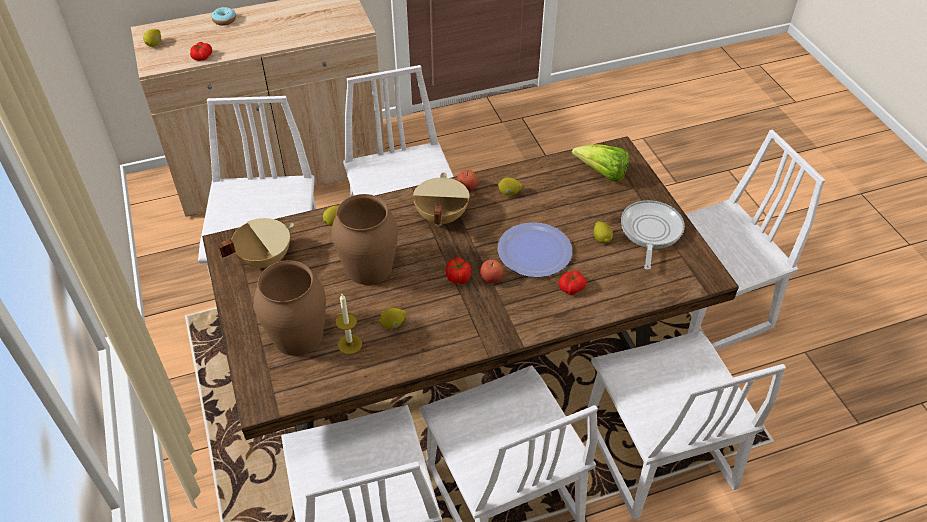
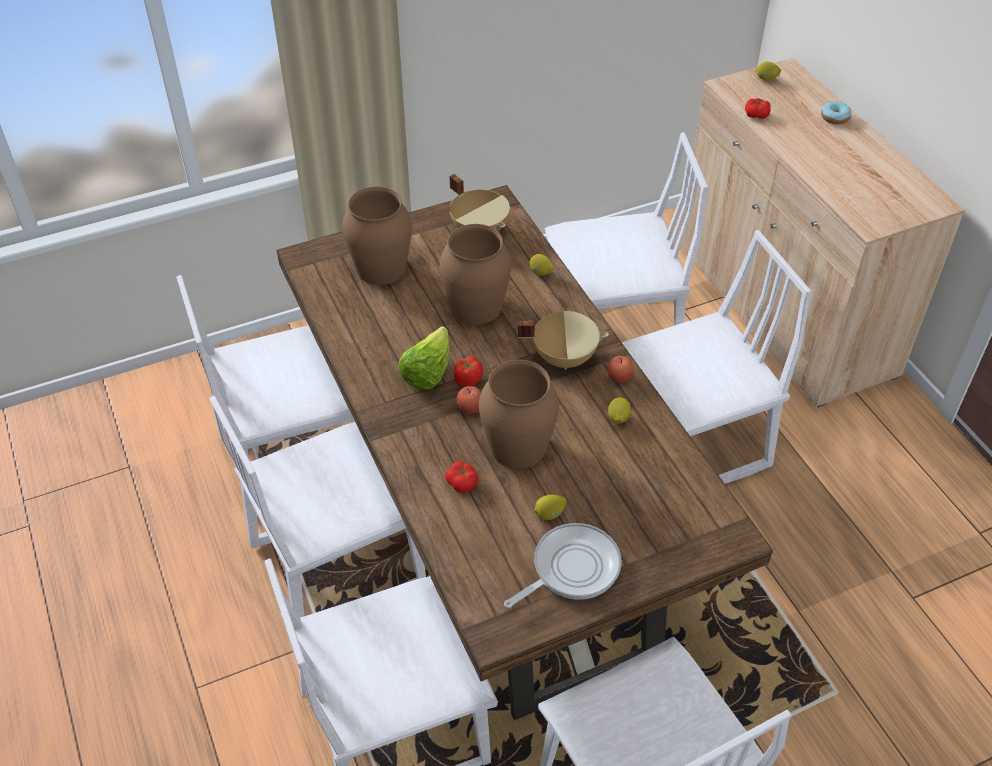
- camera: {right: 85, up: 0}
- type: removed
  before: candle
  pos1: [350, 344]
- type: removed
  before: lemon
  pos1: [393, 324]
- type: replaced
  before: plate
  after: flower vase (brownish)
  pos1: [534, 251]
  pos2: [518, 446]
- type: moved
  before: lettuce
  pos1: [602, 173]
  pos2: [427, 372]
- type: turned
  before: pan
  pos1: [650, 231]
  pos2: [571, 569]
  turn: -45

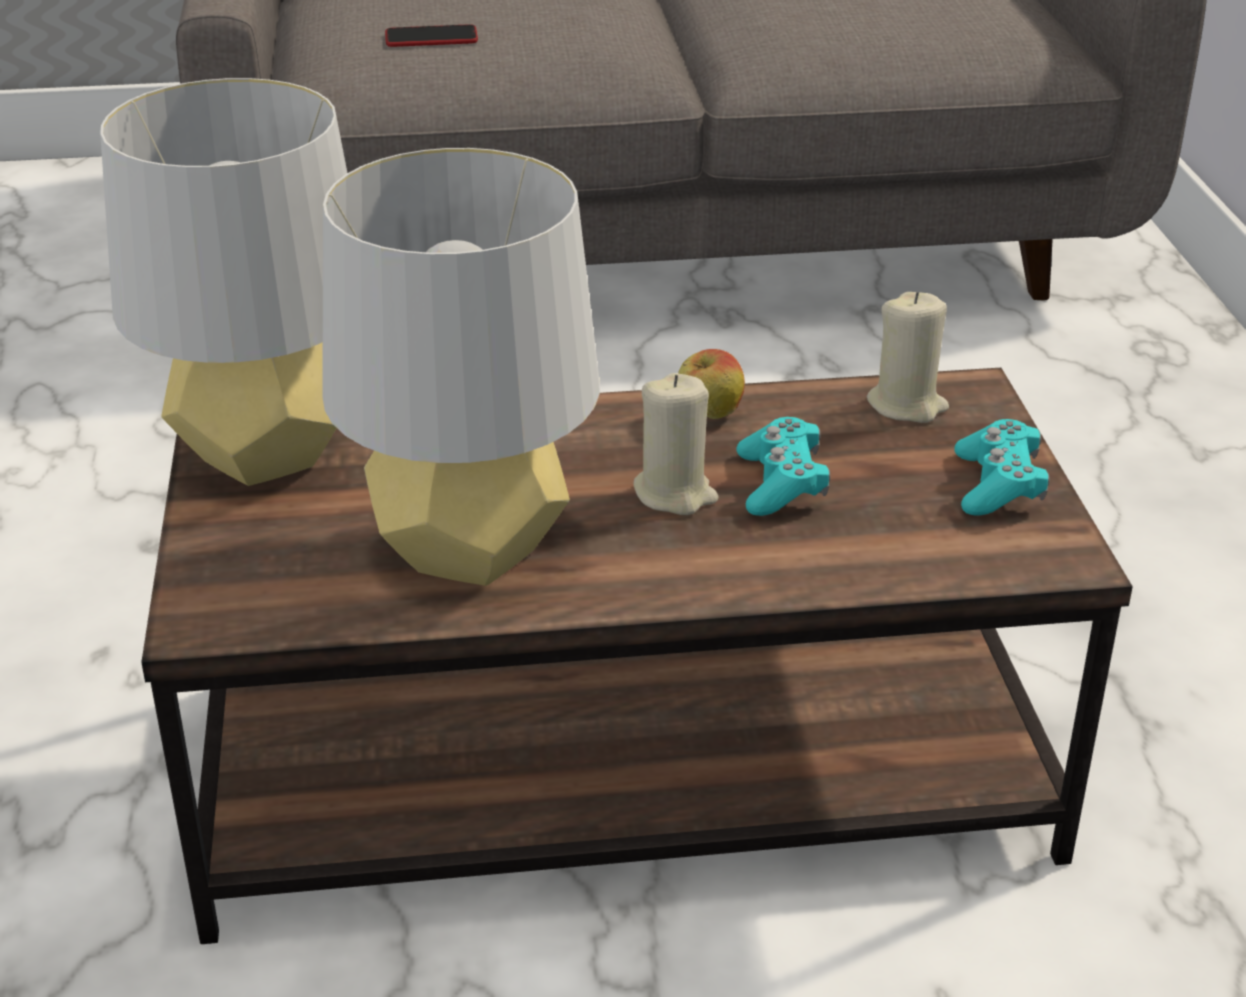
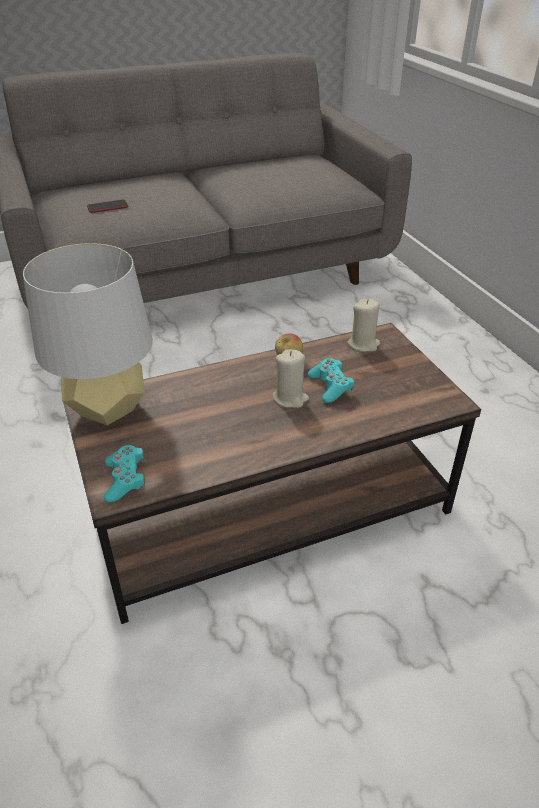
- camera: {right: -15, up: 5}
- type: removed
  before: tabletop lamp (greyish)
  pos1: [471, 551]
- type: moved
  before: gamepad (turquoise-coloured)
  pos1: [998, 486]
  pos2: [125, 480]

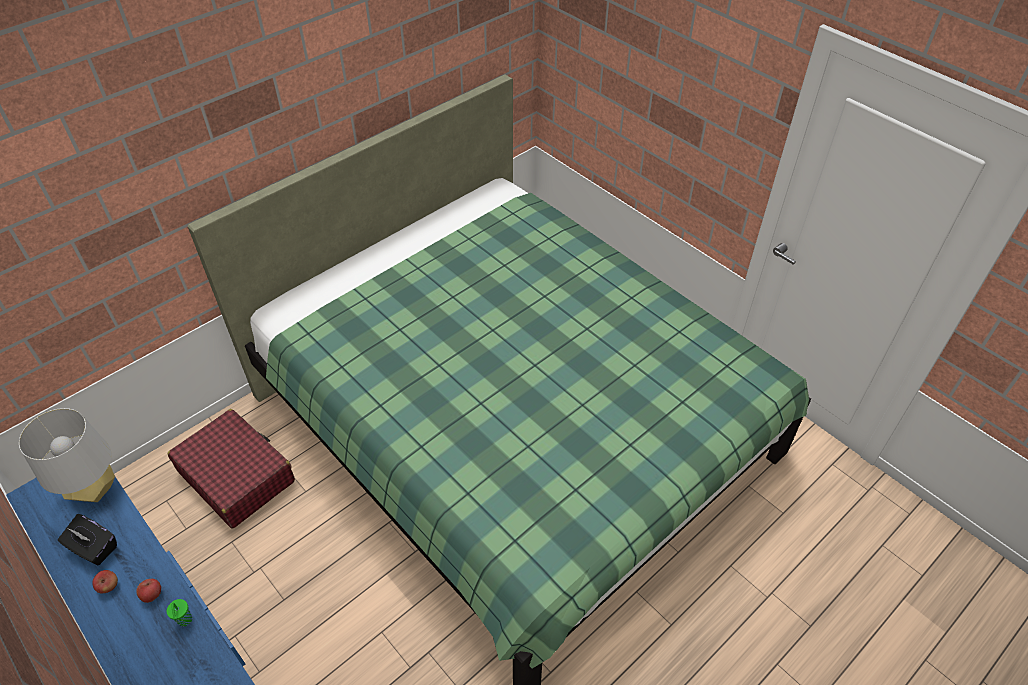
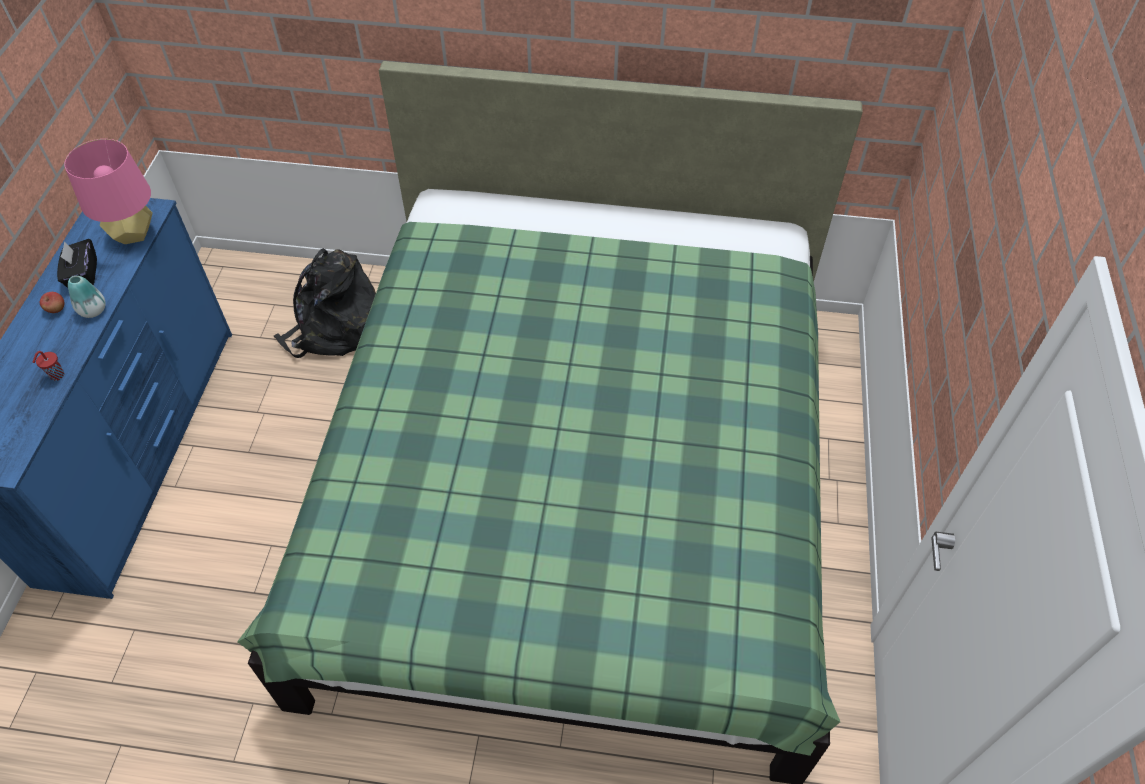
- camera: {right: 50, up: 5}
- type: recoloured
  before: tabletop lamp (greyish)
  after: tabletop lamp (pinkish)
  pos1: [94, 490]
  pos2: [133, 233]
- type: removed
  before: whole apple
  pos1: [152, 595]
- type: recoloured
  before: drinking cup (greenish)
  after: drinking cup (red-coloured)
  pos1: [185, 620]
  pos2: [56, 376]
- type: replaced
  before: travel case (red-coloured)
  after: knapsack (black-coloured)
  pos1: [236, 476]
  pos2: [334, 328]
- type: added
  after: flower vase
  pos2: [93, 310]

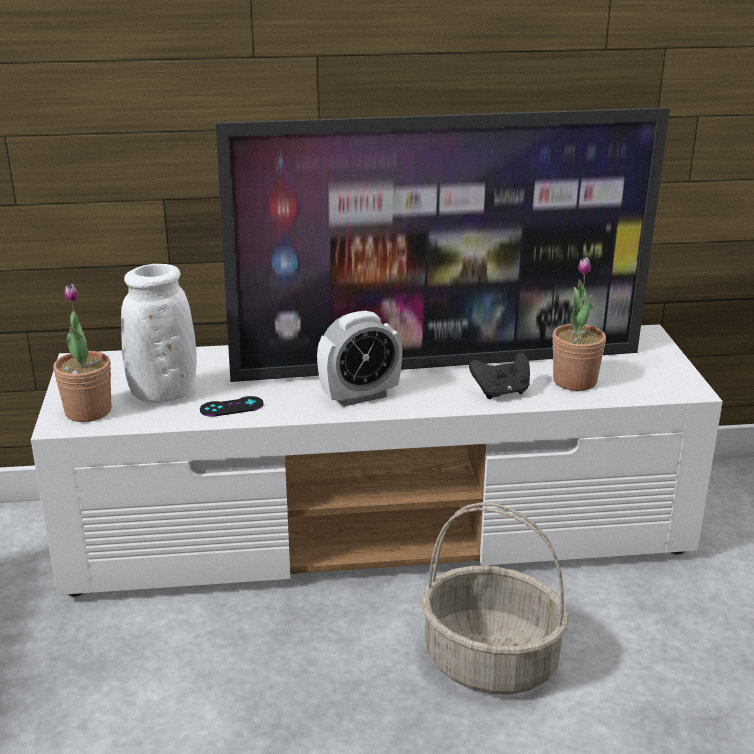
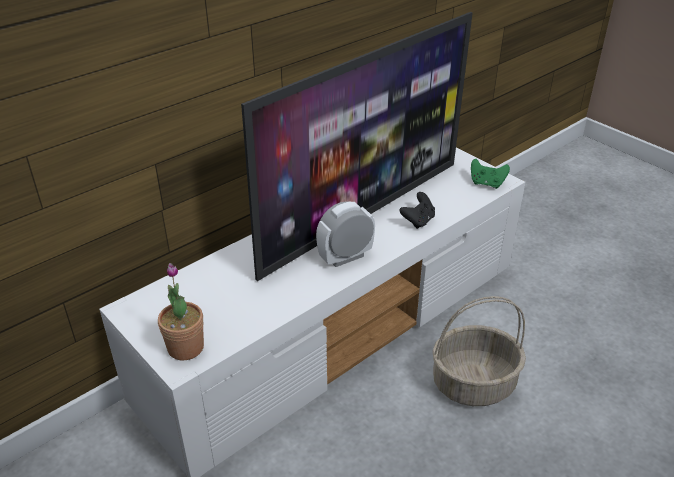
- camera: {right: -35, up: 10}
- type: removed
  before: flower vase (whitish)
  pos1: [163, 394]
- type: removed
  before: gamepad (black-coloured)
  pos1: [231, 407]
- type: turned
  before: table clock
  pos1: [360, 396]
  pos2: [345, 257]
  turn: -150
- type: removed
  before: houseplant
  pos1: [575, 381]
- type: added
  after: gamepad (greenish)
  pos2: [487, 183]

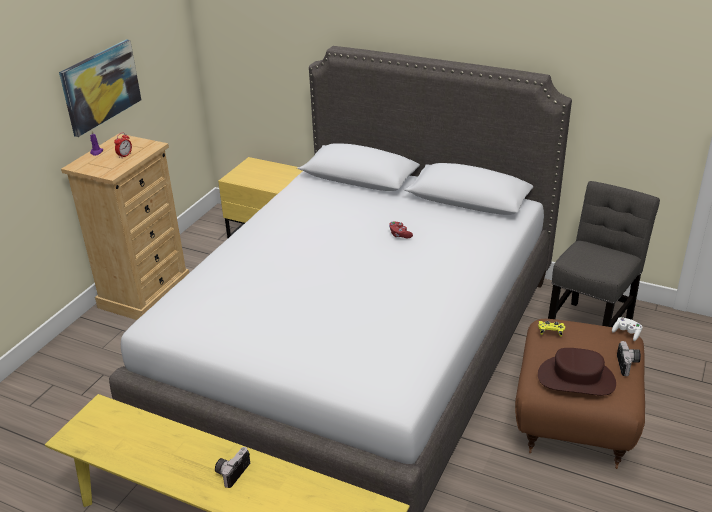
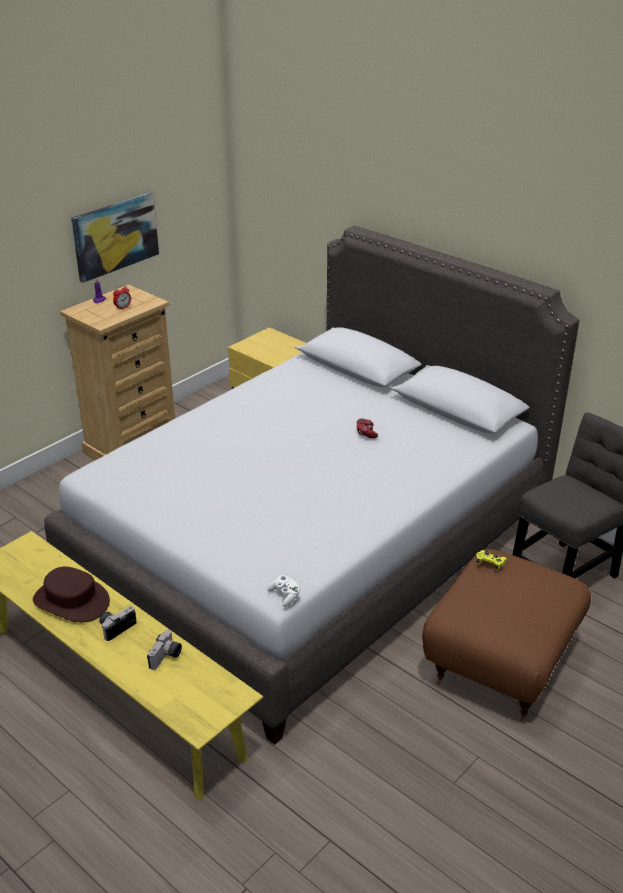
- camera: {right: 15, up: 0}
- type: moved
  before: wearable hat (brownish)
  pos1: [576, 379]
  pos2: [72, 600]
- type: moved
  before: gamepad (whitish)
  pos1: [626, 333]
  pos2: [285, 596]
- type: moved
  before: still camera
  pos1: [628, 365]
  pos2: [166, 657]

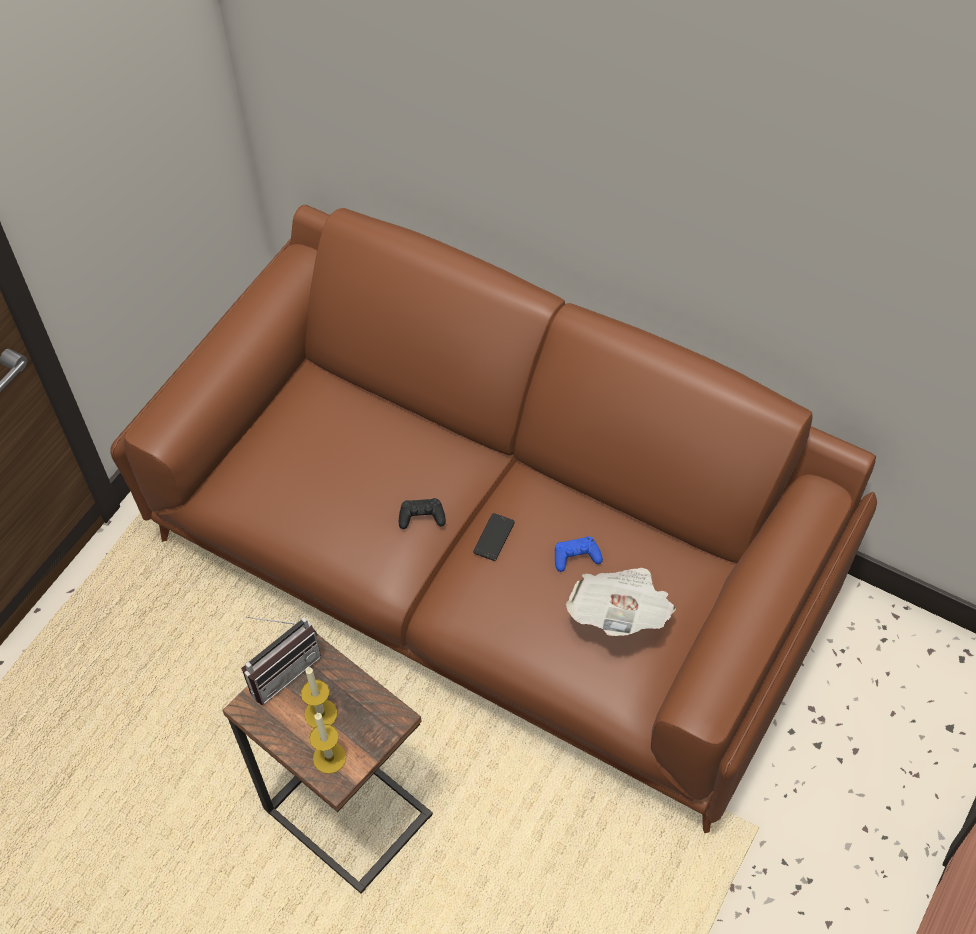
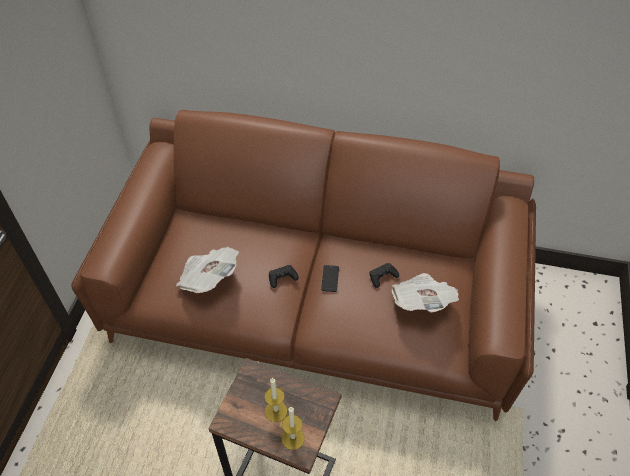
- camera: {right: -20, up: -5}
- type: removed
  before: radio set
  pos1: [281, 668]
- type: recoloured
  before: gamepad (bluish)
  after: gamepad (black-coloured)
  pos1: [576, 557]
  pos2: [382, 277]
- type: added
  after: printed paper
  pos2: [208, 278]

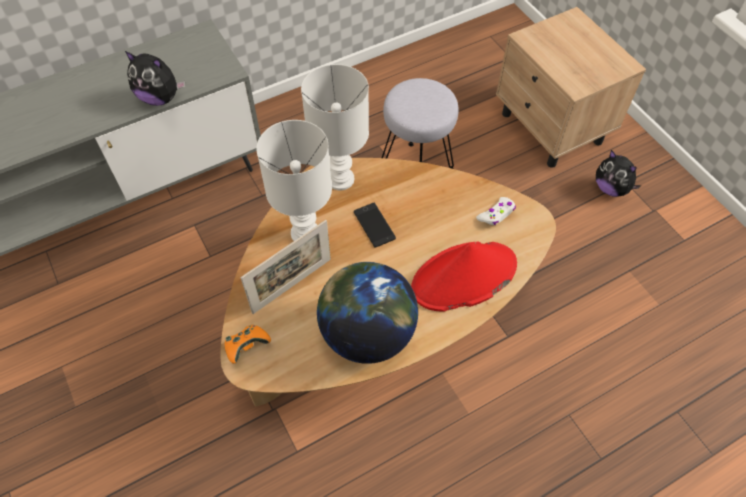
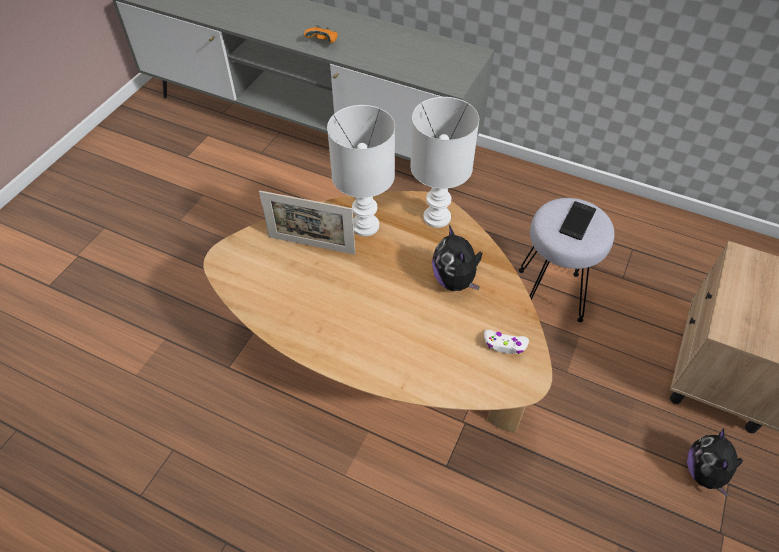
- camera: {right: 55, up: -5}
- type: moved
  before: plush toy
  pos1: [160, 98]
  pos2: [455, 280]
- type: moved
  before: gamepad (orange-coloured)
  pos1: [247, 347]
  pos2: [323, 42]
- type: removed
  before: desk globe
  pos1: [367, 333]
- type: moved
  before: phone
  pos1: [374, 225]
  pos2: [577, 221]
- type: removed
  before: wearable hat (red-coloured)
  pos1: [463, 277]

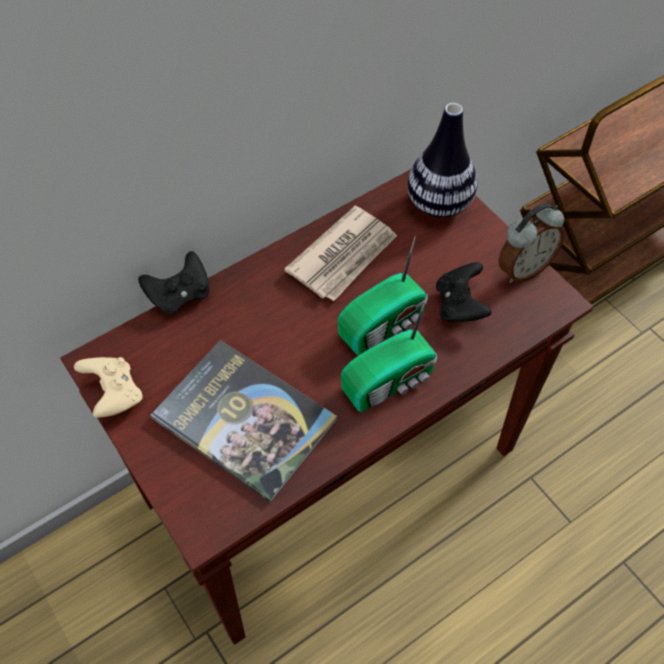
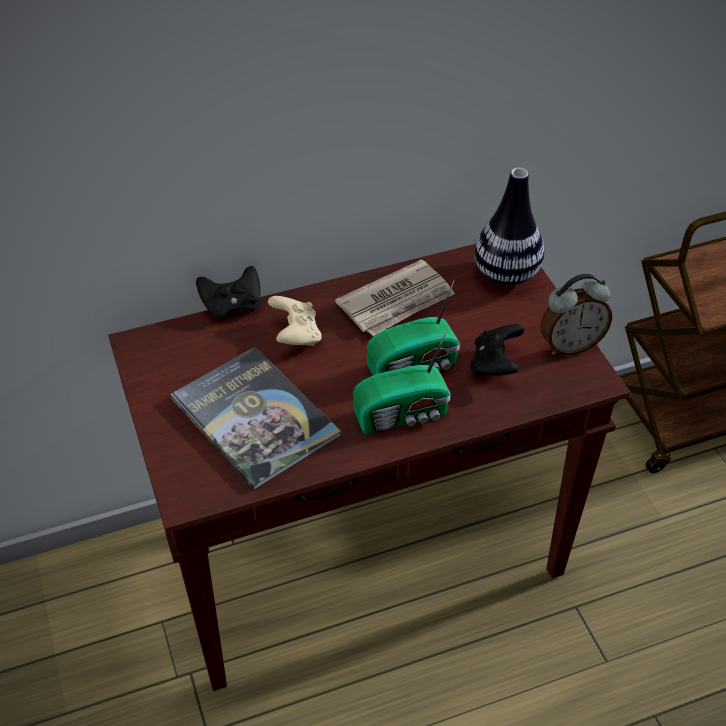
- camera: {right: 15, up: -10}
- type: moved
  before: gamepad (beige-coloured)
  pos1: [114, 395]
  pos2: [296, 335]

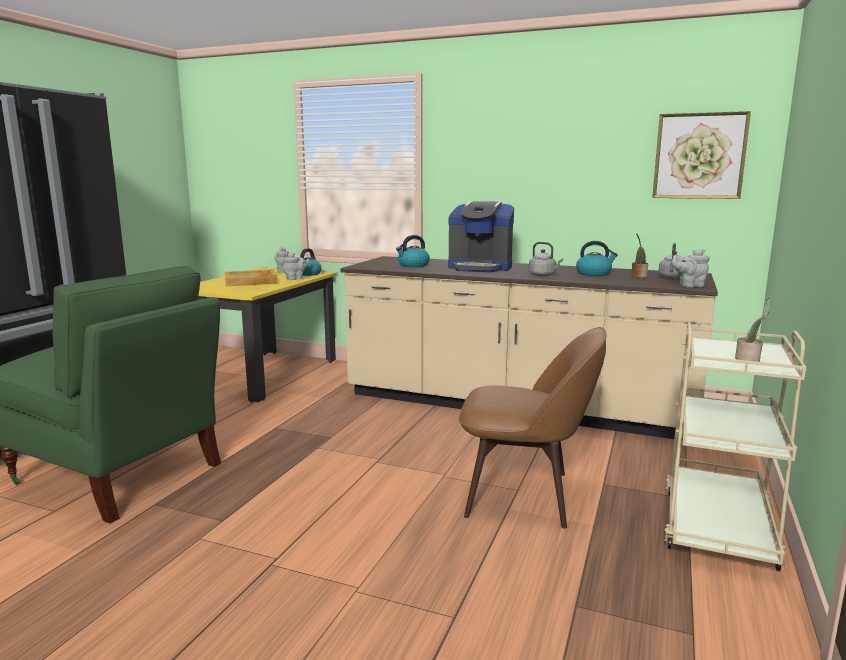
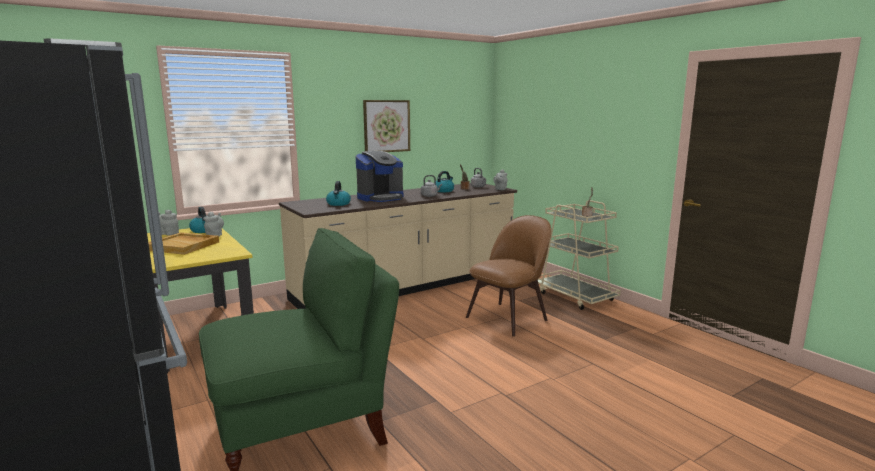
- camera: {right: -55, up: 0}
- type: moved
  before: wall art
  pos1: [699, 156]
  pos2: [386, 126]

